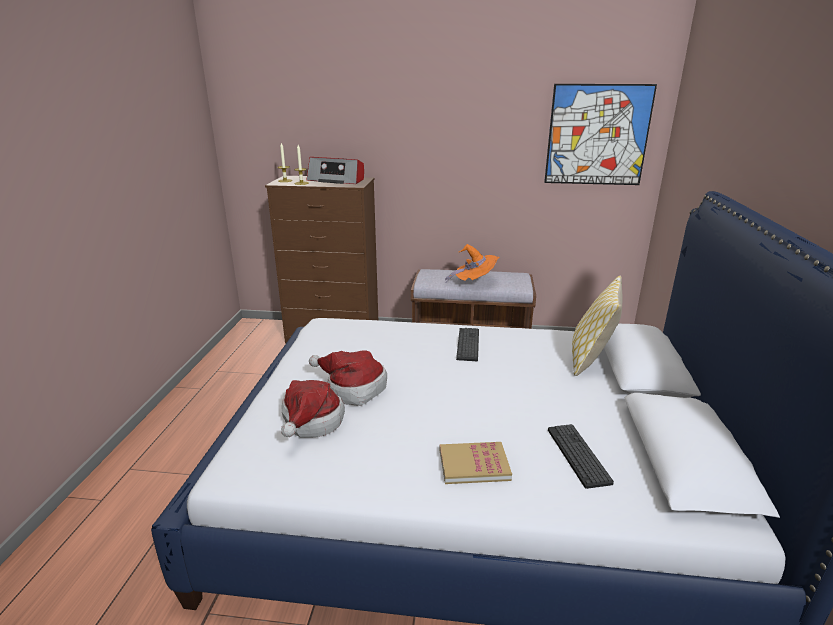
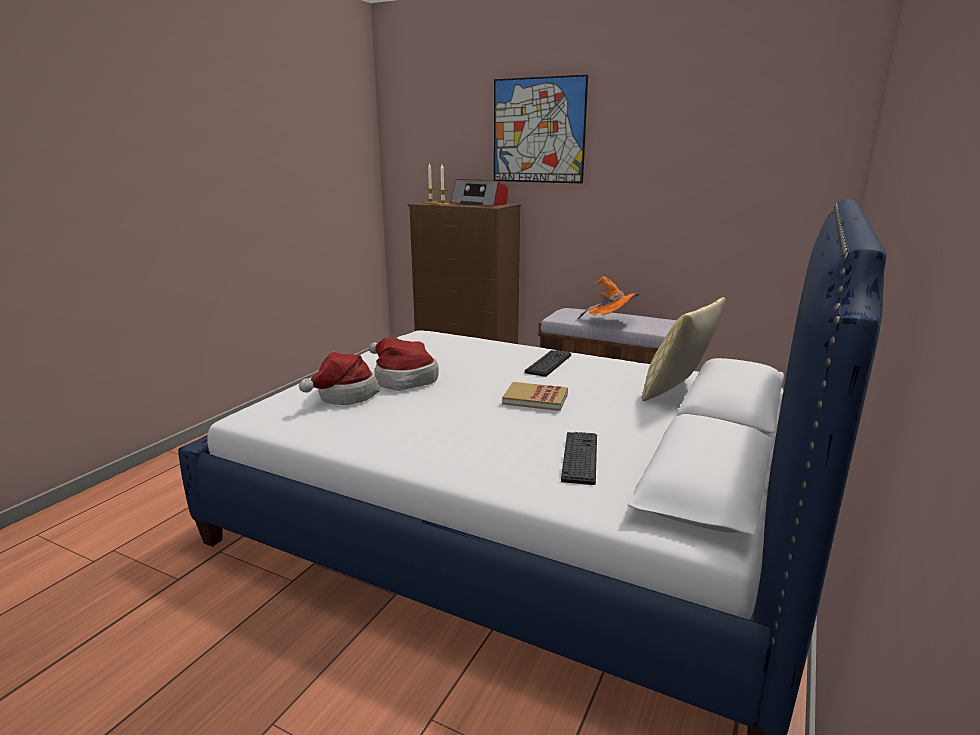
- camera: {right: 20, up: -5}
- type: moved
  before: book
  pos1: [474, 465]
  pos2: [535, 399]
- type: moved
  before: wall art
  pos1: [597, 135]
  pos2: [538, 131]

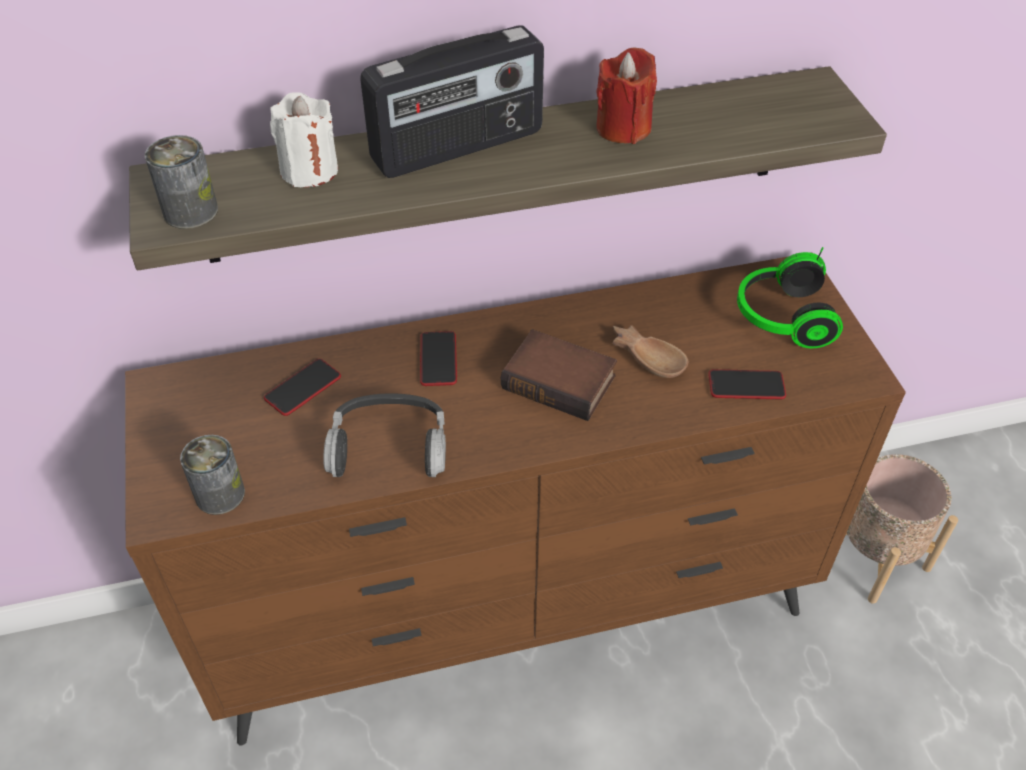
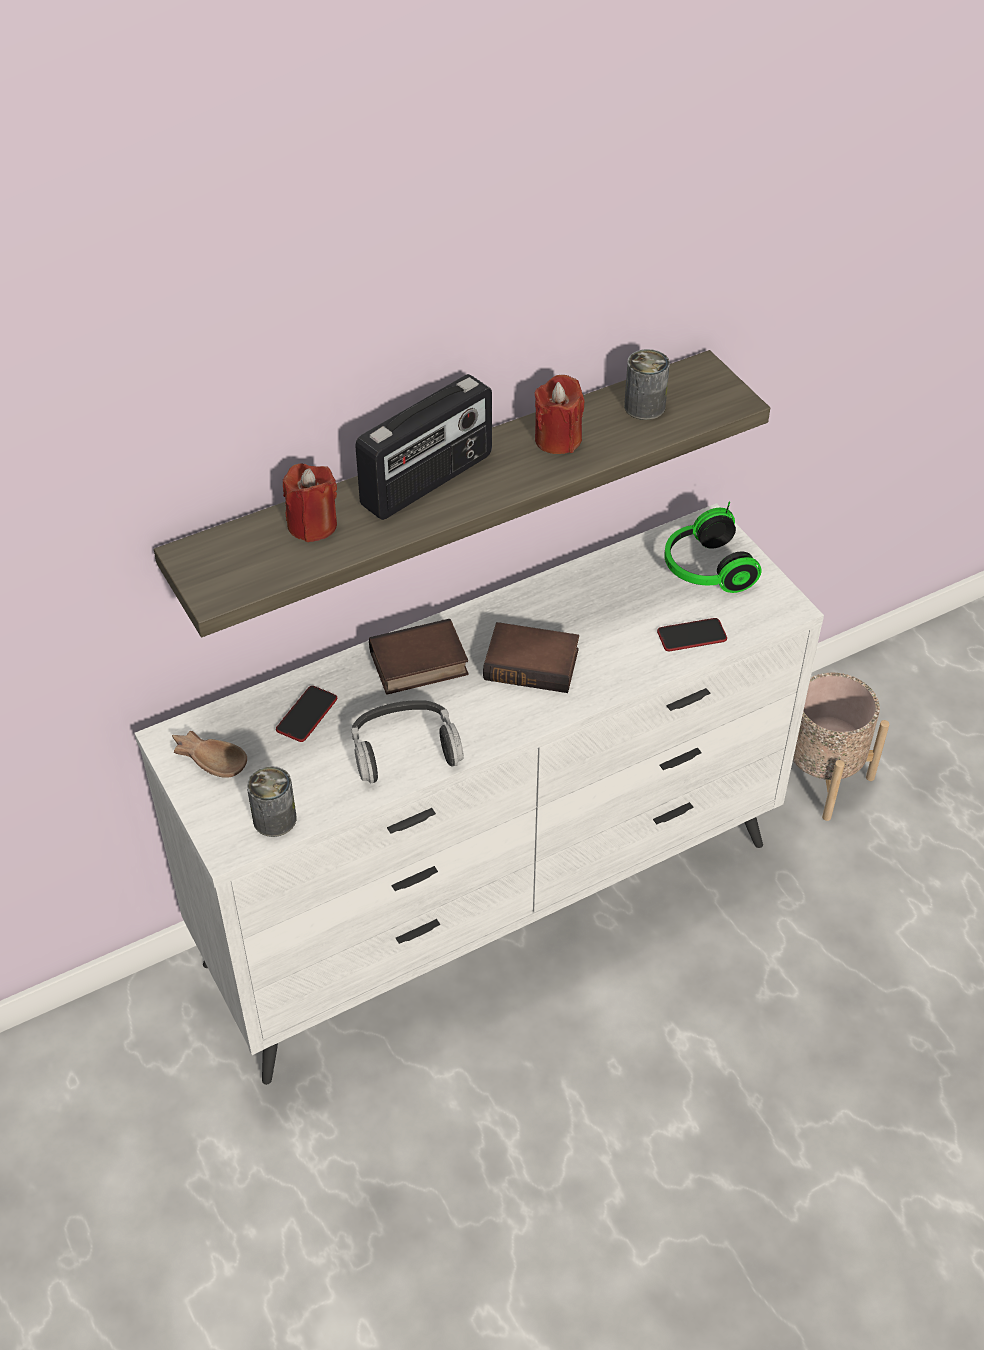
- camera: {right: -15, up: 0}
- type: recoloured
  before: dresser (brownish)
  after: dresser (whitish)
  pos1: [515, 612]
  pos2: [494, 903]
- type: moved
  before: sealed can
  pos1: [190, 211]
  pos2: [644, 406]
- type: recoloured
  before: candle (whitish)
  after: candle (red-coloured)
  pos1: [309, 170]
  pos2: [312, 525]
- type: replaced
  before: phone
  after: book
  pos1: [438, 359]
  pos2: [418, 665]
- type: moved
  before: bowl (brownish)
  pos1: [647, 356]
  pos2: [210, 757]

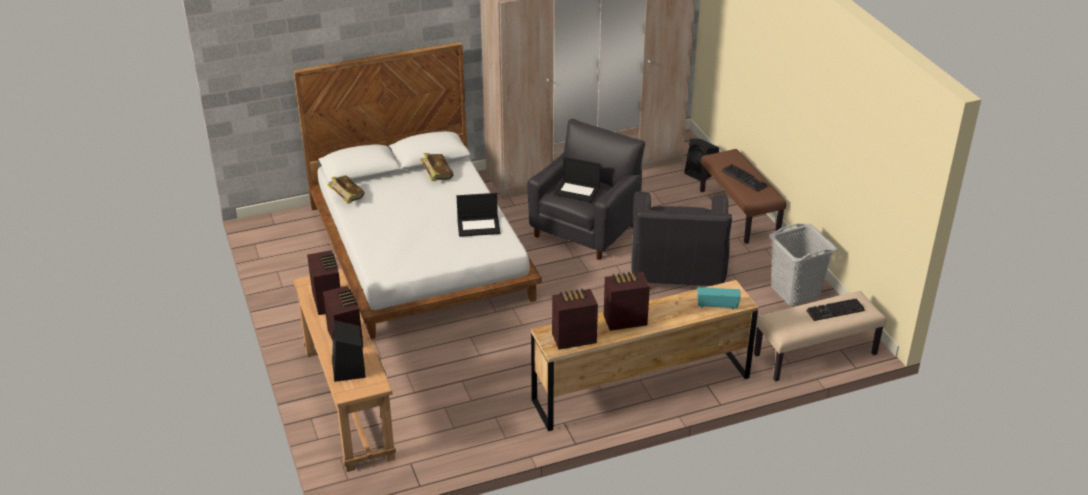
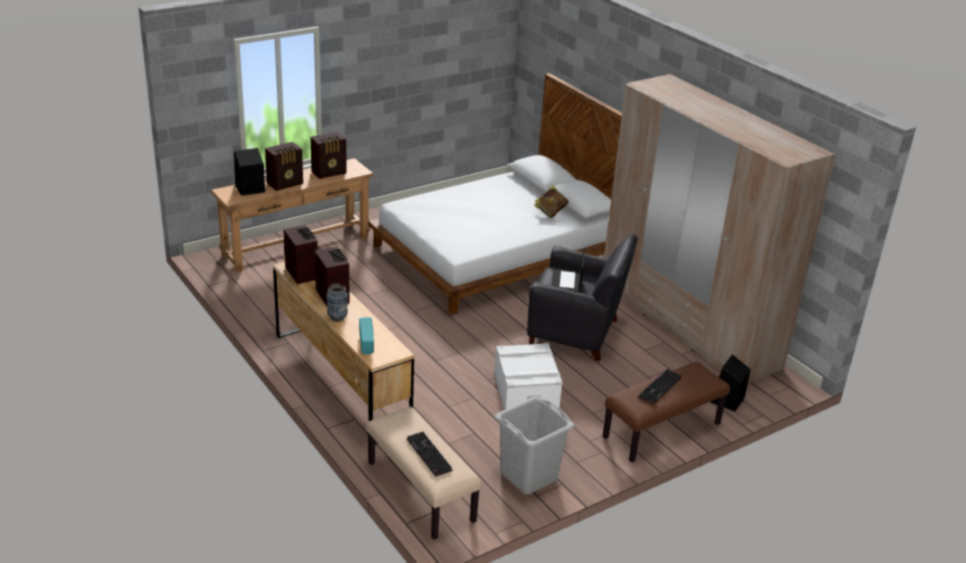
- camera: {right: 75, up: -5}
- type: removed
  before: book
  pos1: [347, 199]
- type: removed
  before: notebook computer
  pos1: [479, 226]
- type: replaced
  before: lounge chair (black-coloured)
  after: storage box (whitish)
  pos1: [676, 274]
  pos2: [525, 392]
- type: added
  after: flower vase
  pos2: [337, 318]

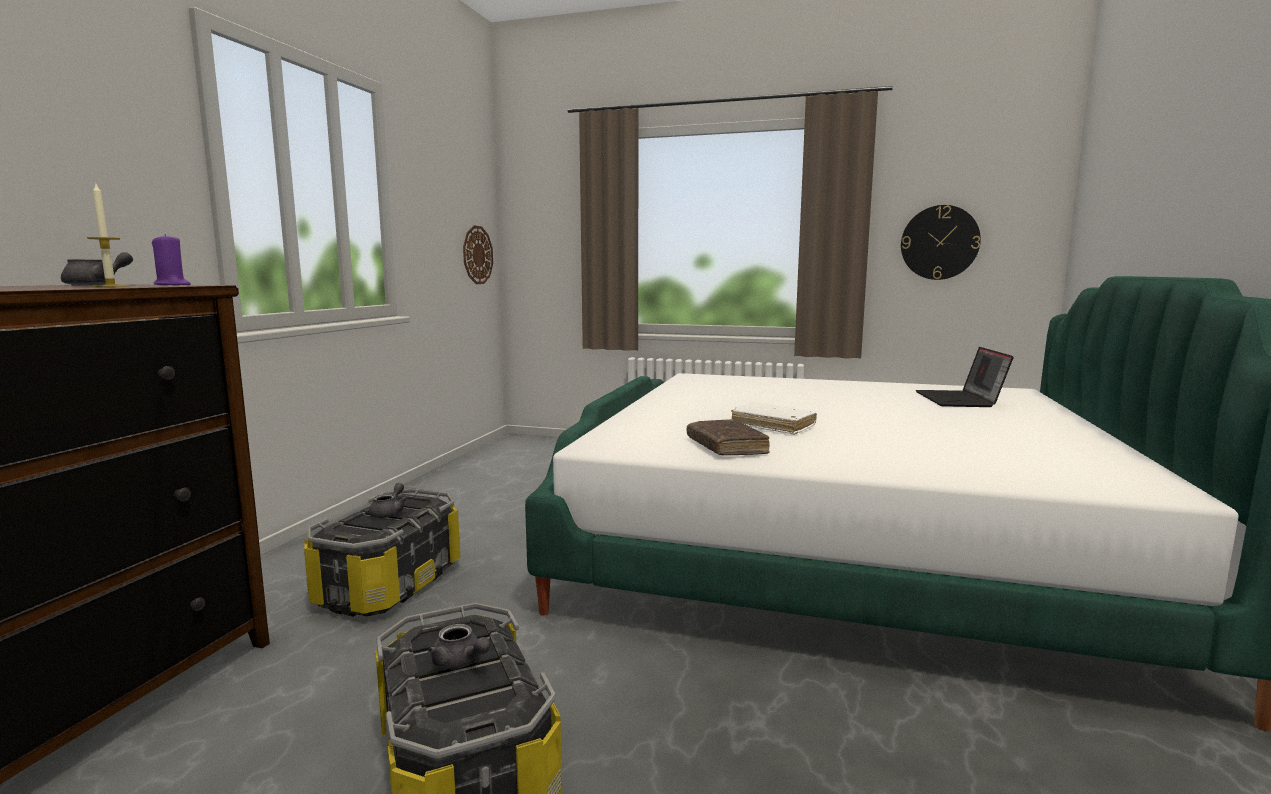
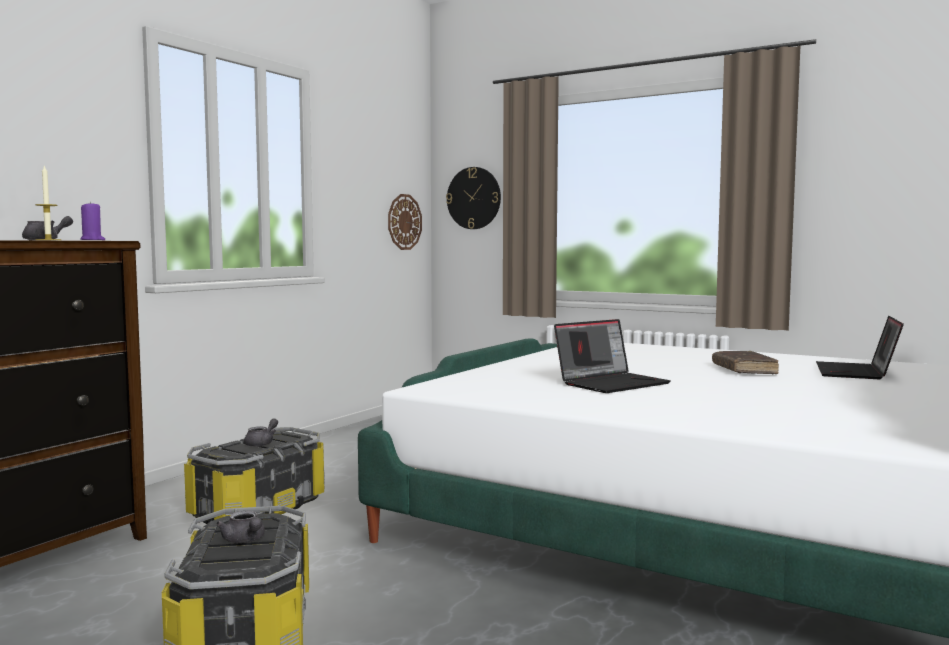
- camera: {right: 15, up: -5}
- type: moved
  before: book (brownish)
  pos1: [726, 447]
  pos2: [744, 370]
- type: replaced
  before: book (whitish)
  after: notebook computer
  pos1: [772, 426]
  pos2: [612, 383]
- type: moved
  before: wall clock
  pos1: [939, 242]
  pos2: [474, 198]

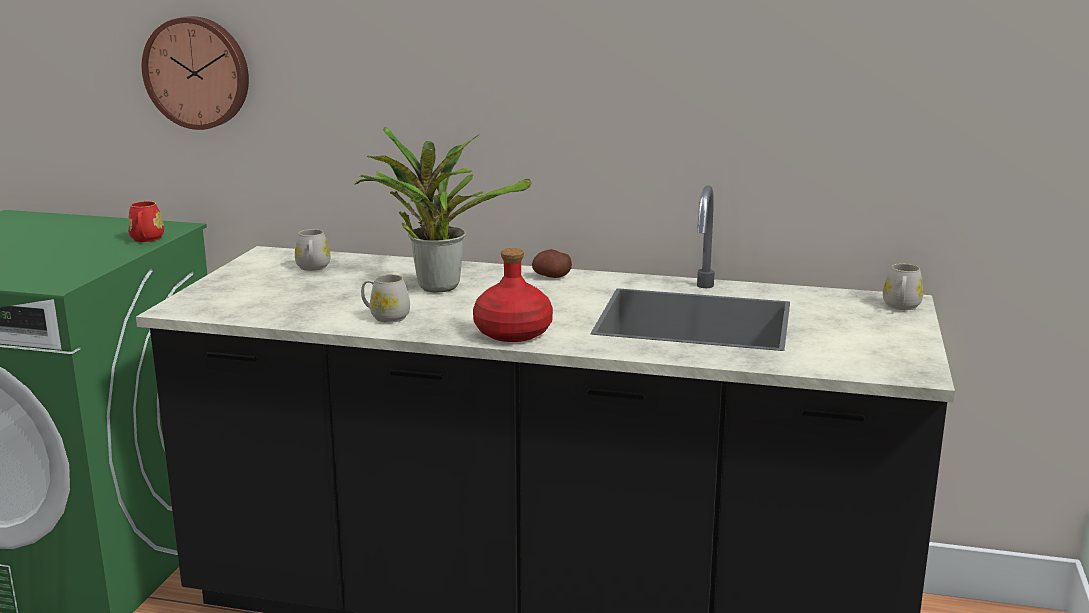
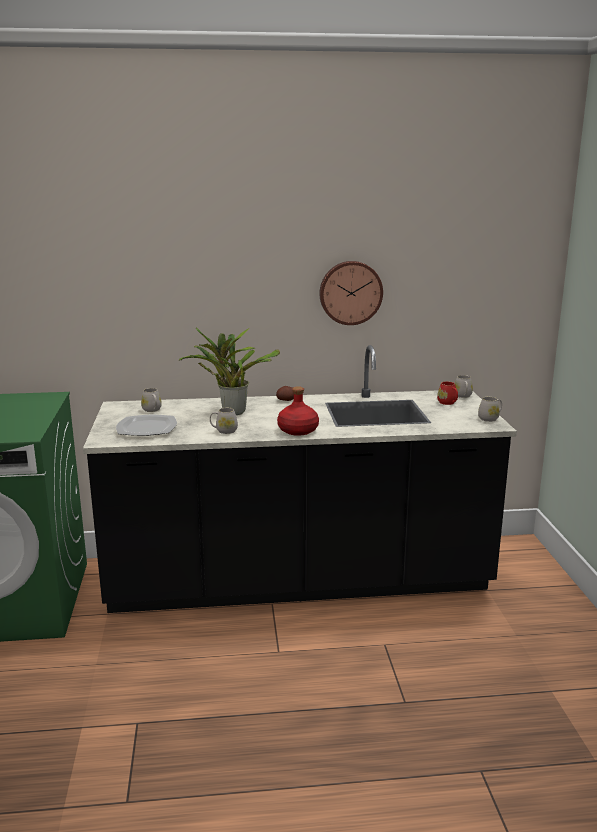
- camera: {right: -20, up: 0}
- type: moved
  before: coffee mug (red-coloured)
  pos1: [146, 239]
  pos2: [448, 403]
- type: moved
  before: wall clock
  pos1: [198, 72]
  pos2: [350, 292]
- type: added
  after: plate
  pos2: [146, 428]
- type: added
  after: coffee mug (whitish)
  pos2: [490, 418]

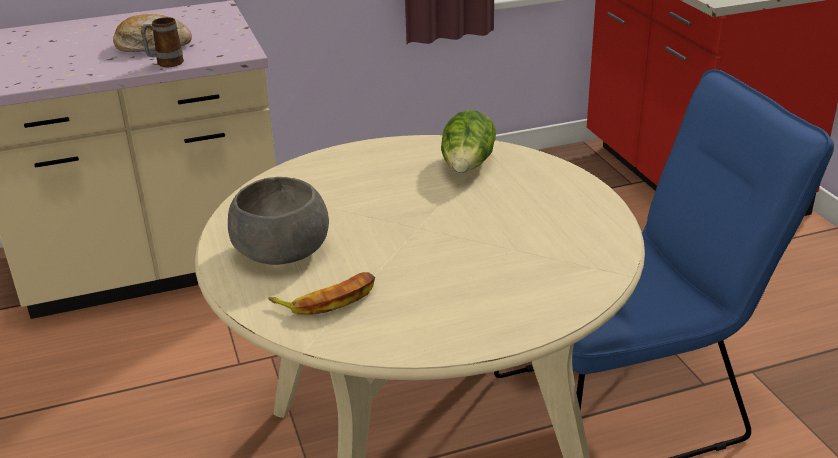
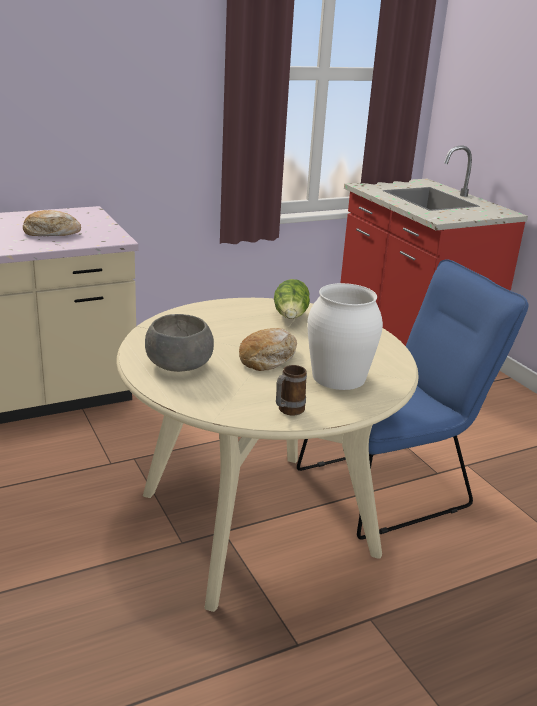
- camera: {right: -10, up: -5}
- type: moved
  before: coffee mug
  pos1: [165, 64]
  pos2: [287, 411]
- type: removed
  before: banana
  pos1: [328, 299]
- type: added
  after: baked bread
  pos2: [268, 358]
- type: added
  after: flower vase (whitish)
  pos2: [339, 377]

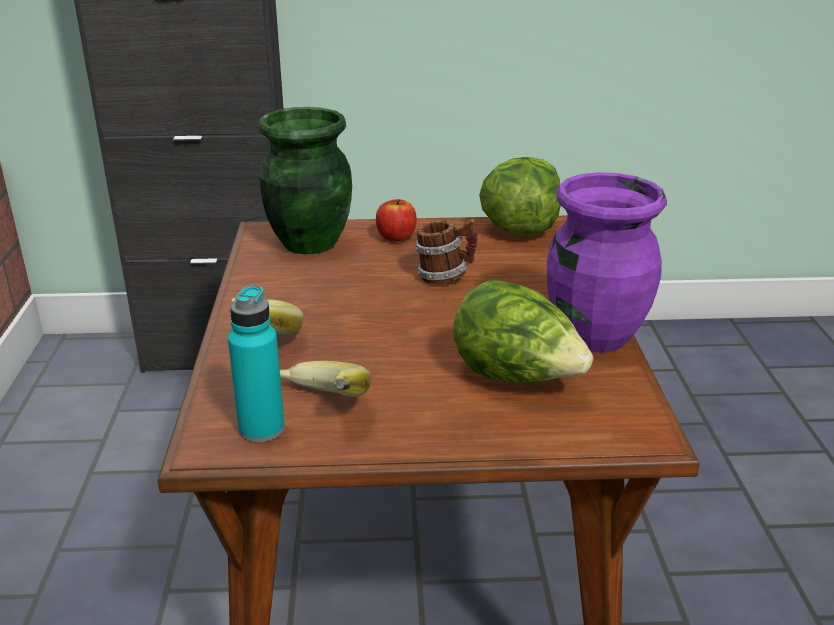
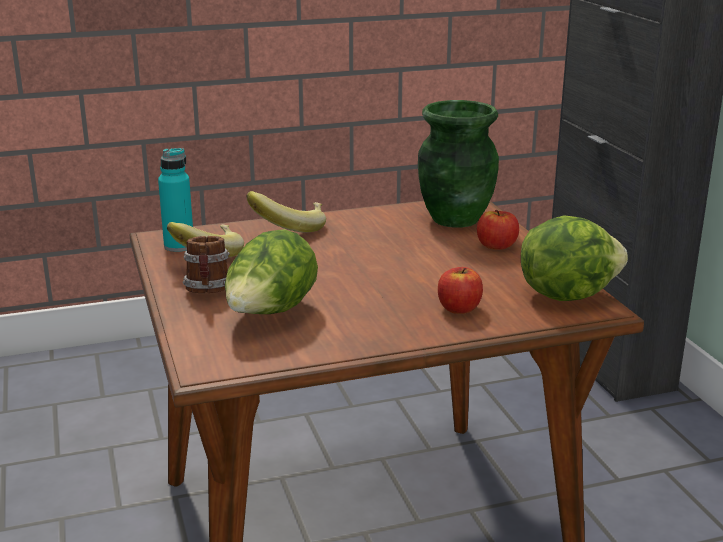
- camera: {right: 75, up: -5}
- type: moved
  before: coffee mug
  pos1: [445, 277]
  pos2: [208, 291]
- type: removed
  before: flower vase (purple)
  pos1: [595, 335]
- type: added
  after: whole apple
  pos2: [459, 308]

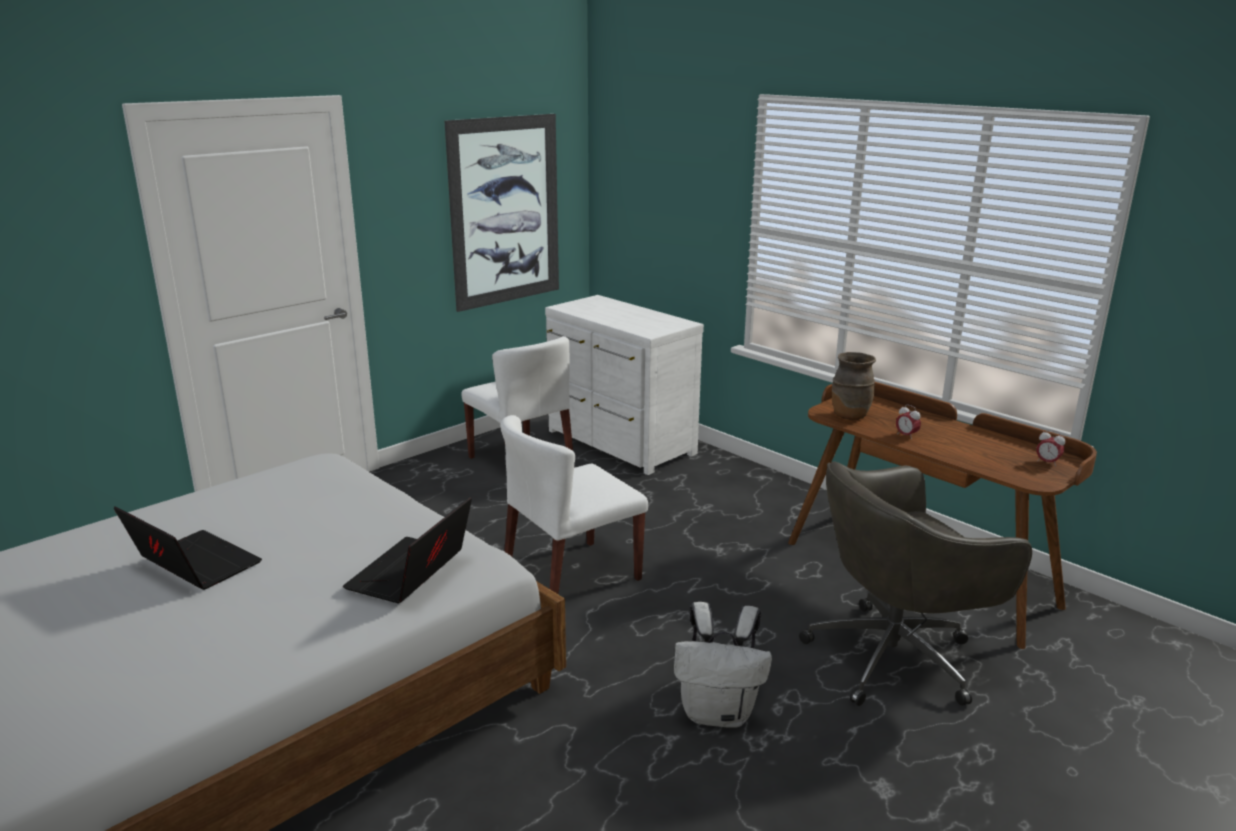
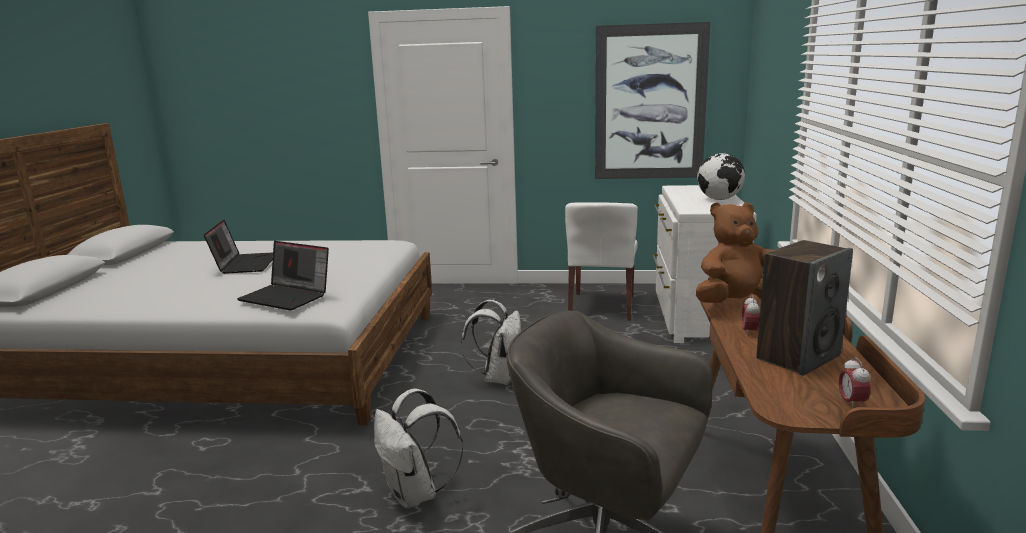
- camera: {right: 50, up: -5}
- type: turned
  before: notebook computer
  pos1: [411, 574]
  pos2: [287, 296]
  turn: -135
- type: replaced
  before: chair (whitish)
  after: knapsack (whitish)
  pos1: [571, 576]
  pos2: [498, 377]
- type: replaced
  before: flower vase (brownish)
  after: plush toy (brownish)
  pos1: [849, 416]
  pos2: [737, 304]
- type: added
  after: desk globe
  pos2: [719, 199]
- type: added
  after: speaker
  pos2: [798, 357]

